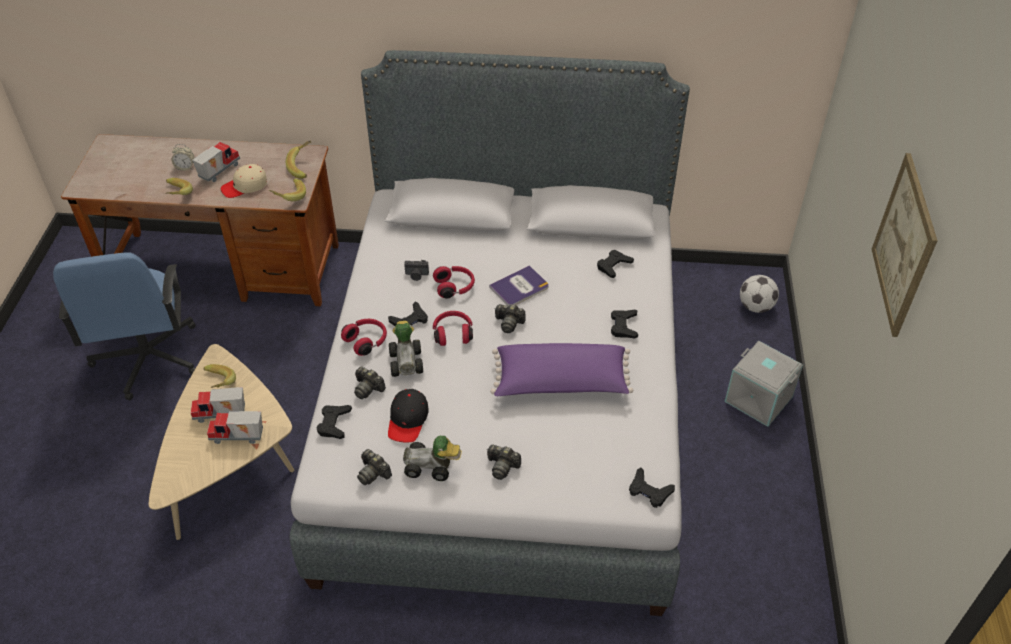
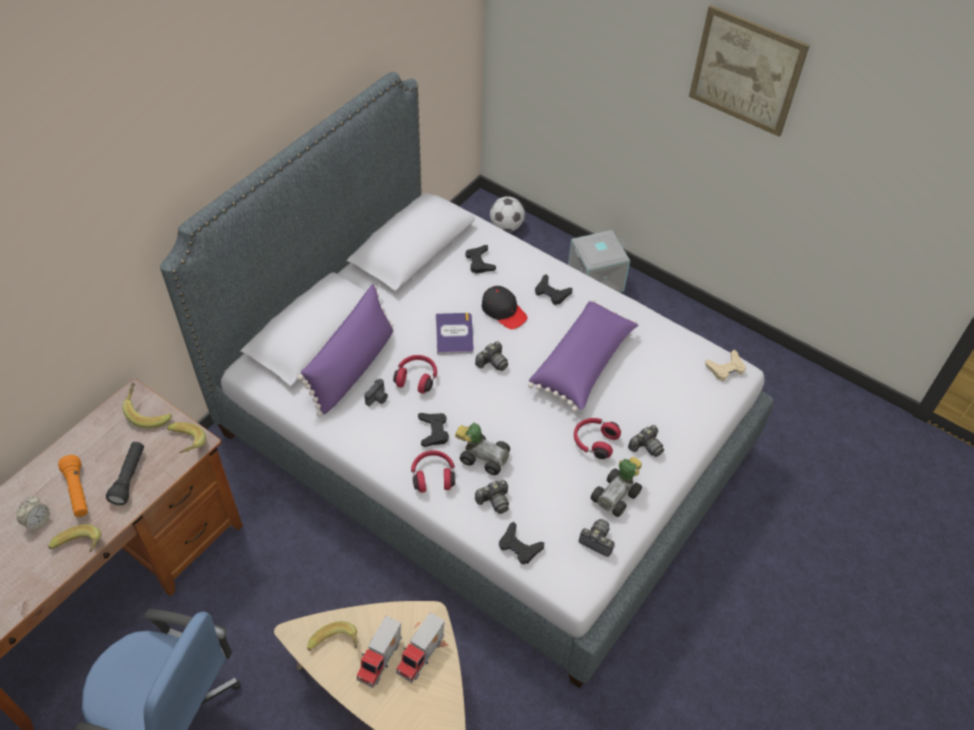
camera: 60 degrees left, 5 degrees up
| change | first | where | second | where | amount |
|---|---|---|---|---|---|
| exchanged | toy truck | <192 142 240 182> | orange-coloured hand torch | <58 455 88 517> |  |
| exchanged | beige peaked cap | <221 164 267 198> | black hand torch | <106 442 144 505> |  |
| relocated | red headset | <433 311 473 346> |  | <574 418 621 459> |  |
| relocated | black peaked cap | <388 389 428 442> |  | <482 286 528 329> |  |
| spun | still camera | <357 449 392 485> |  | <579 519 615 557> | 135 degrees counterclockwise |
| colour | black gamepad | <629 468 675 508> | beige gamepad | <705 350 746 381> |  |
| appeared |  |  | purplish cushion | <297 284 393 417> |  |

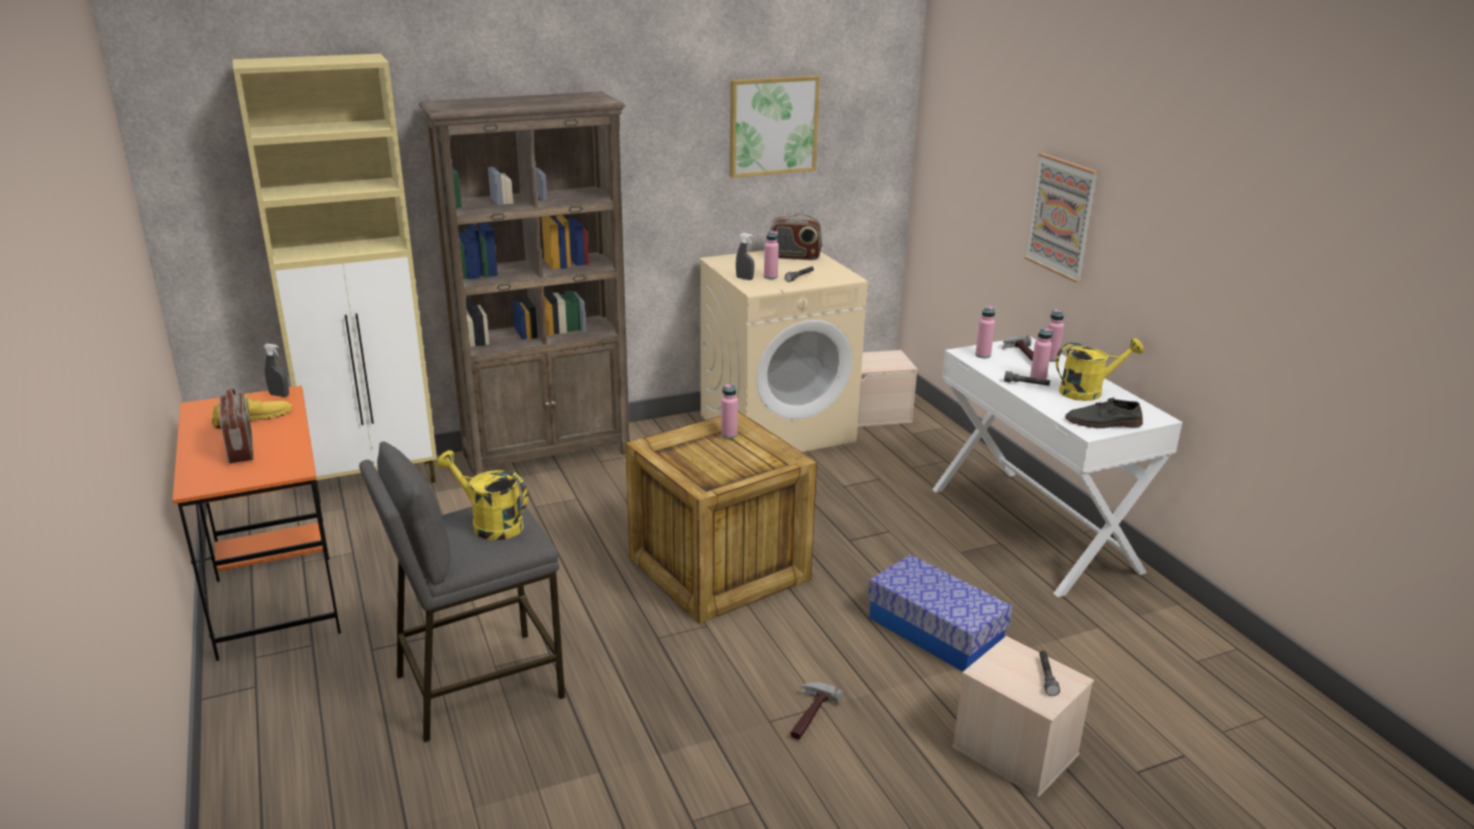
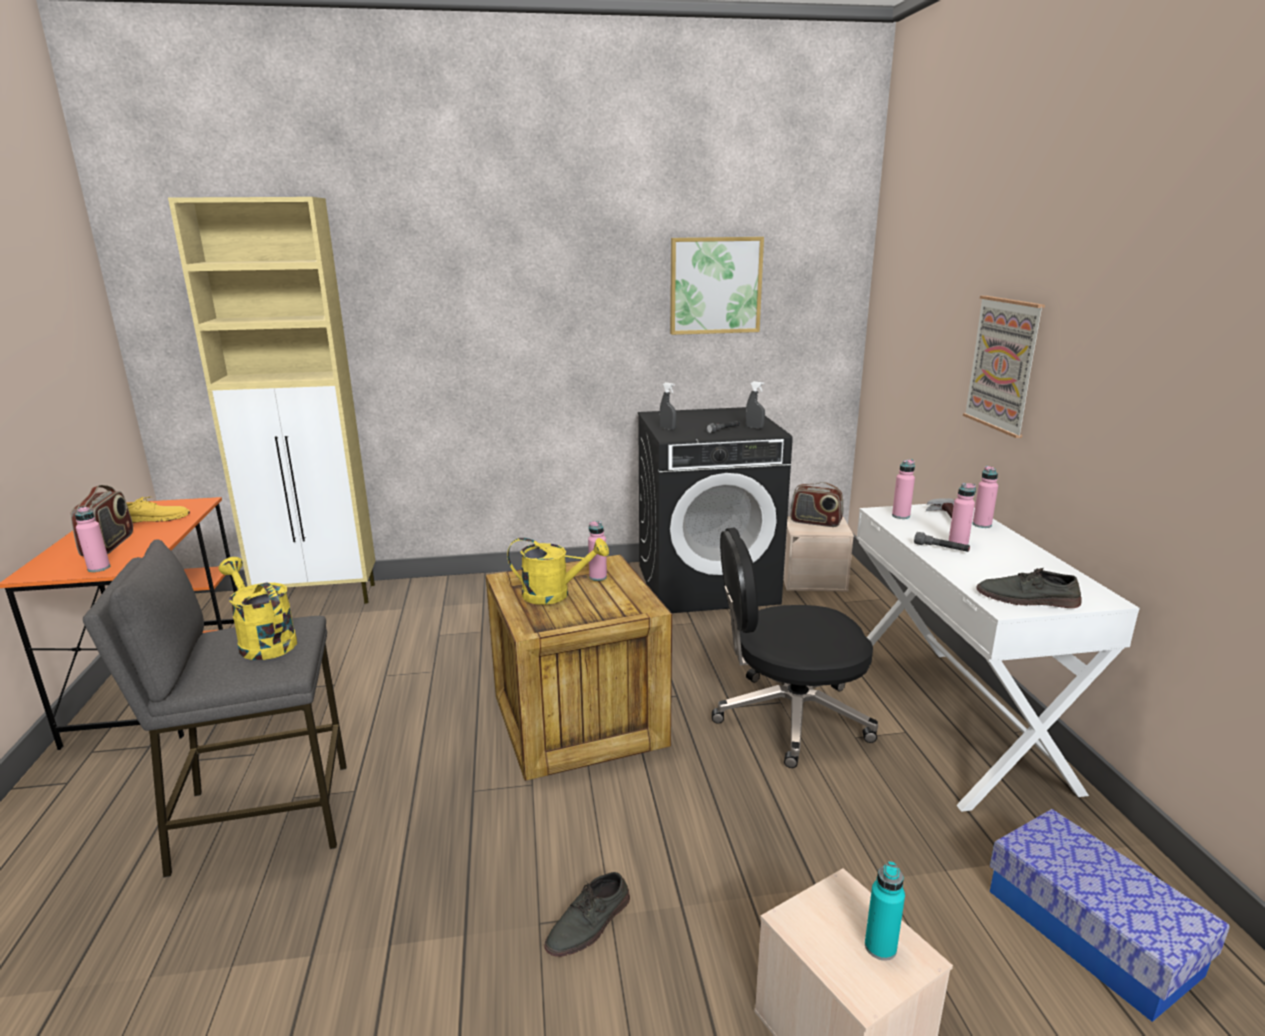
camera: 15 degrees right, 5 degrees down
| change | first | where | second | where | amount |
|---|---|---|---|---|---|
| missing | brown-coloured bookshelf | <419 91 630 477> |  |  |  |
| relocated | radio set | <771 214 822 260> |  | <790 482 843 527> |  |
| relocated | pinkish beverage bottle | <764 231 779 279> |  | <75 506 110 572> |  |
| colour | beige washing machine | <699 250 867 452> | black washing machine | <638 407 793 613> |  |
| relocated | yellow-coloured sprinkling can | <1056 338 1144 401> |  | <507 538 609 605> |  |
| relocated | grey sprayer | <263 344 289 397> |  | <746 381 765 429> |  |
| relocated | storage bin | <868 554 1012 672> |  | <990 809 1230 1022> |  |
| exchanged | grey hand torch | <1039 651 1060 696> | turquoise beverage bottle | <865 861 905 961> |  |
| exchanged | hammer | <791 682 843 740> | grey shoe | <545 872 630 957> |  |
| appeared |  |  | black computer chair | <712 528 878 768> |  |

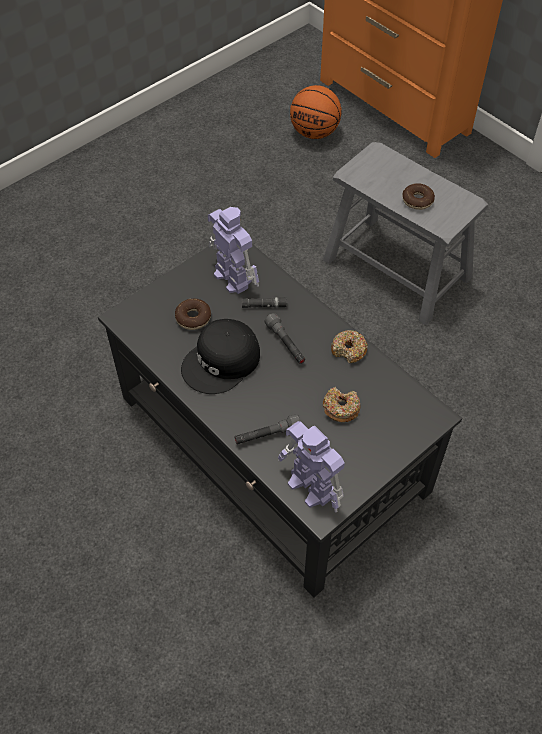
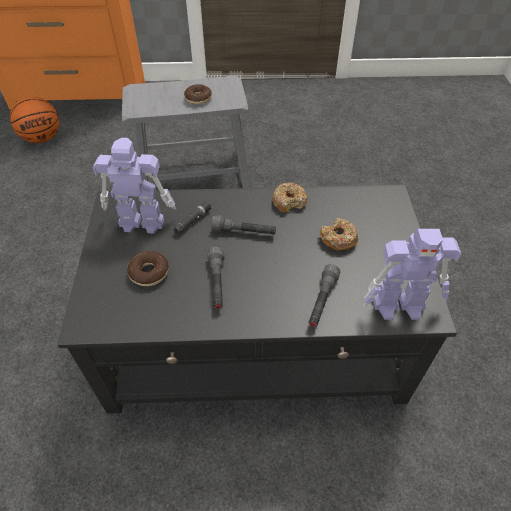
camera: 50 degrees left, 5 degrees down
| change | first | where | second | where | amount |
|---|---|---|---|---|---|
| exchanged | black peaked cap | <181 319 260 394> | grey hand torch | <208 247 224 309> |  |

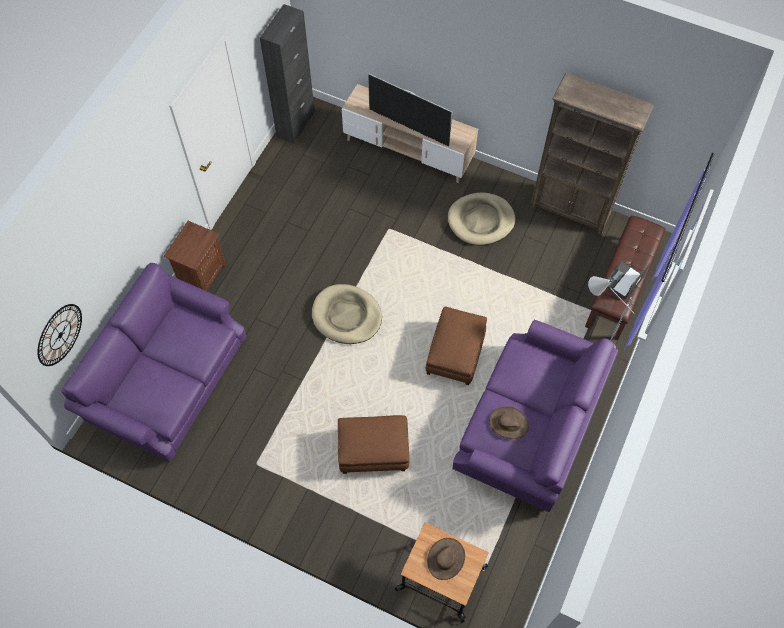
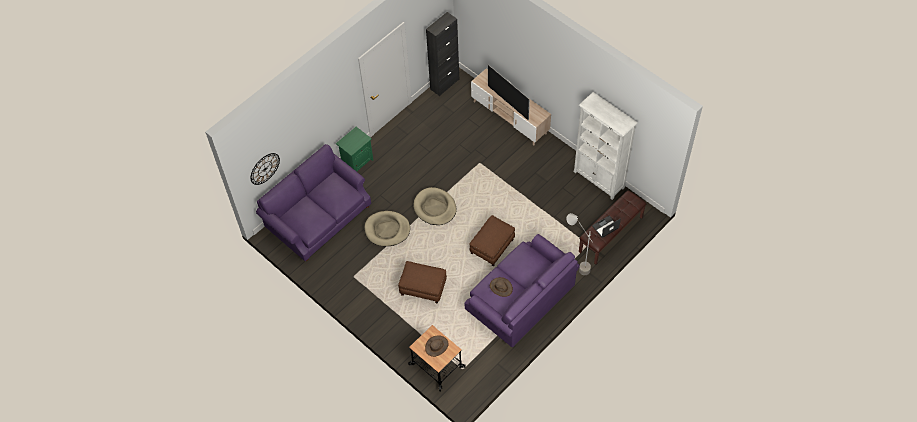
camera: 20 degrees right, 5 degrees down
| change | first | where | second | where | amount |
|---|---|---|---|---|---|
| colour | brown-coloured bookshelf | <530 73 654 235> | whitish bookshelf | <574 92 638 200> |  |
| relocated | beige dog bed | <448 193 515 245> |  | <365 211 410 246> |  |
| colour | brown-coloured night table | <164 221 226 291> | greenish night table | <336 127 373 172> |  |

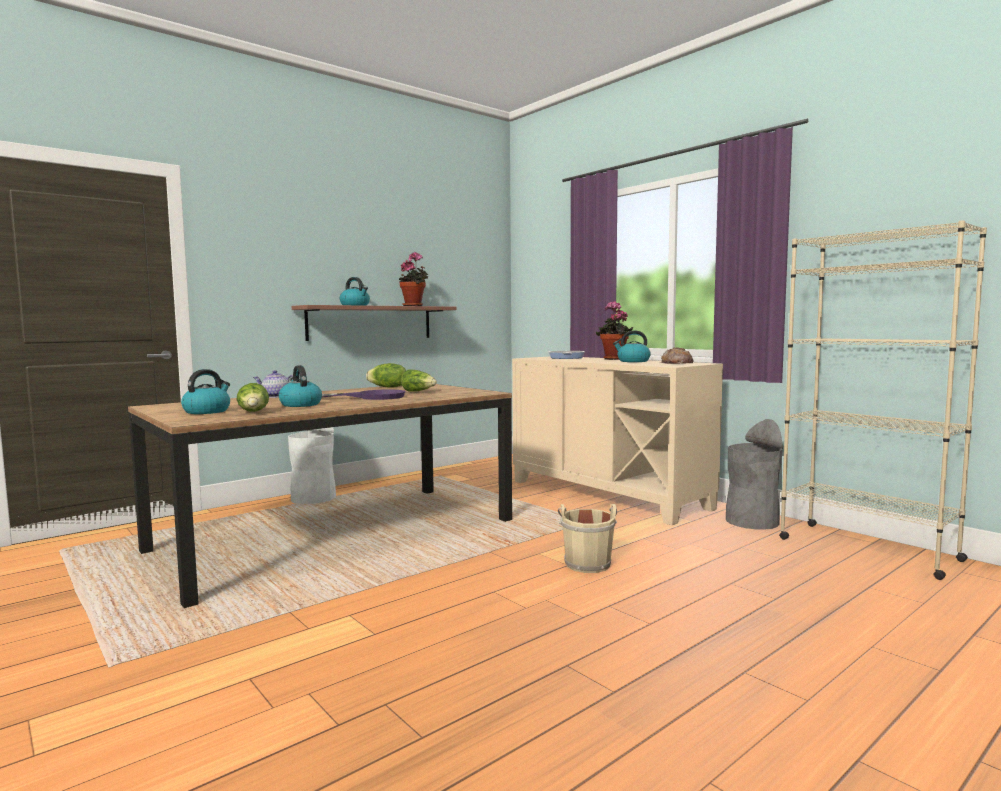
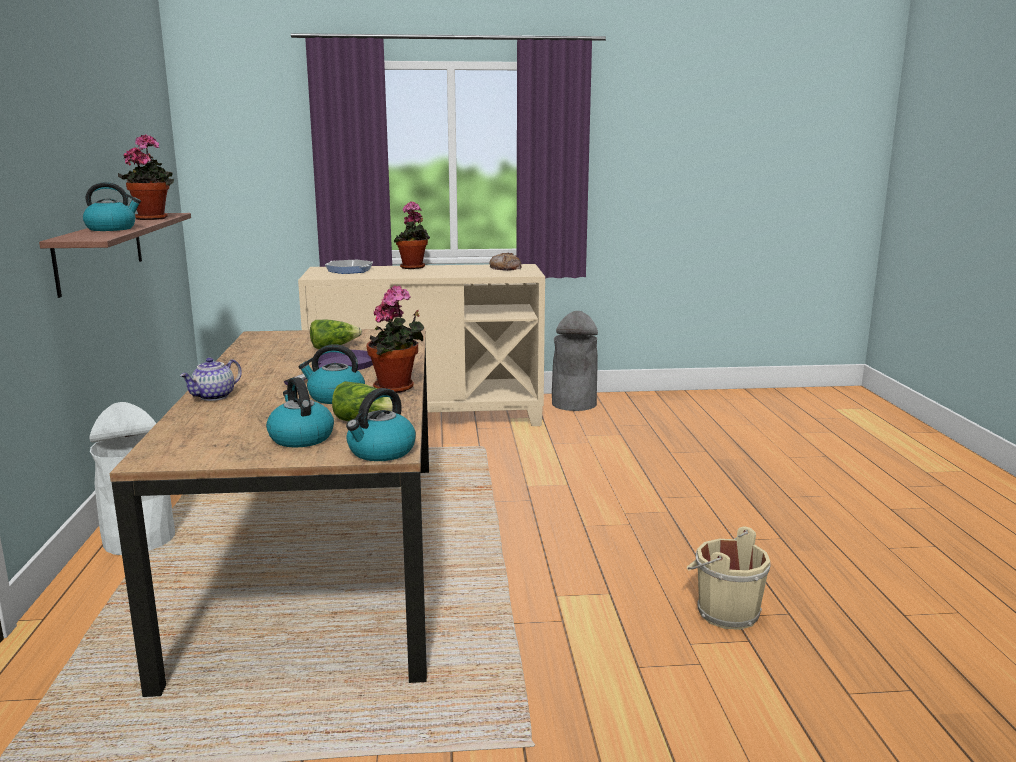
camera: 55 degrees left, 10 degrees up
| change | first | where | second | where | amount |
|---|---|---|---|---|---|
| missing | beige bookshelf | <779 220 987 580> |  |  |  |
| relocated | kettle | <613 331 651 362> |  | <346 388 416 461> |  |
| missing | lettuce | <366 363 406 388> |  |  |  |
| relocated | beige water bucket | <558 504 617 573> |  | <687 527 770 630> |  |
| appeared |  |  | potted plant | <366 286 425 393> |  |

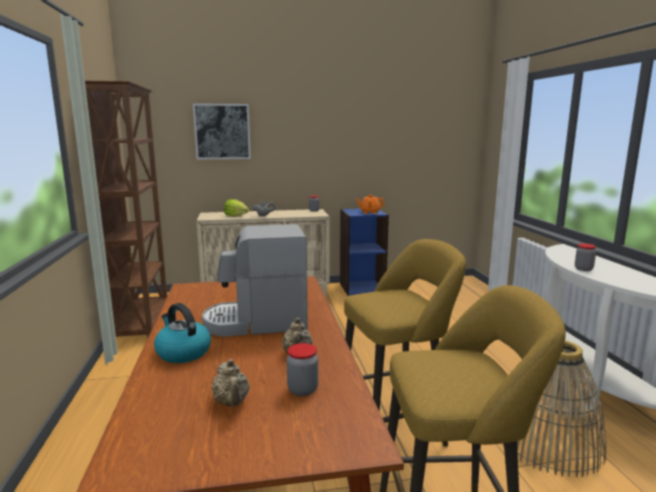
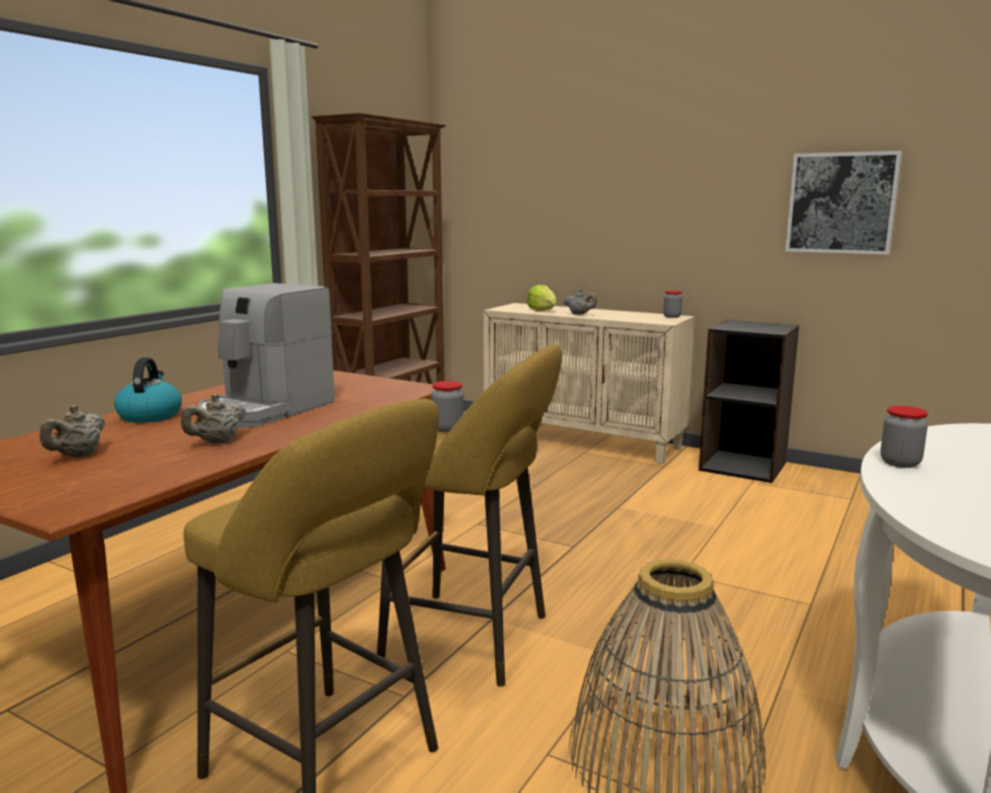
camera: 40 degrees right, 0 degrees up
| change | first | where | second | where | amount |
|---|---|---|---|---|---|
| relocated | wall art | <193 103 251 159> |  | <785 151 902 255> |  |
| missing | orange-coloured teapot | <356 195 385 214> |  |  |  |
| colour | bluish bookshelf | <340 209 389 296> | black bookshelf | <699 319 799 483> |  |
| spun | coffee machine | <202 224 308 337> |  | <198 283 335 428> | 90 degrees counterclockwise |
| relocated | preserve jar | <287 343 318 396> |  | <431 381 464 432> |  |

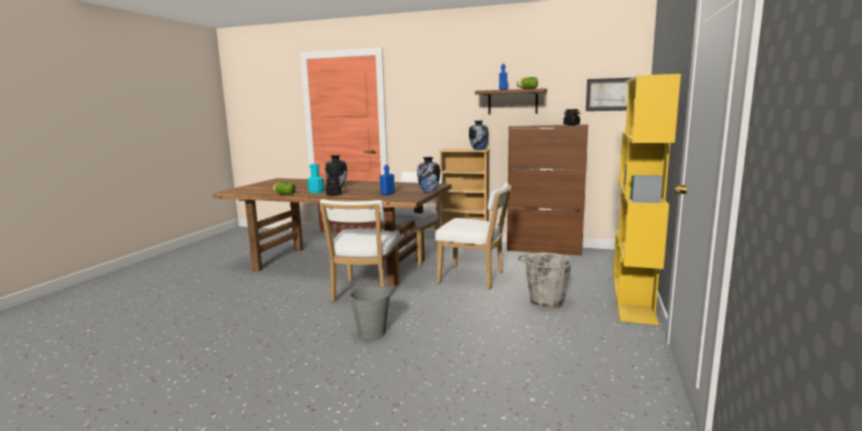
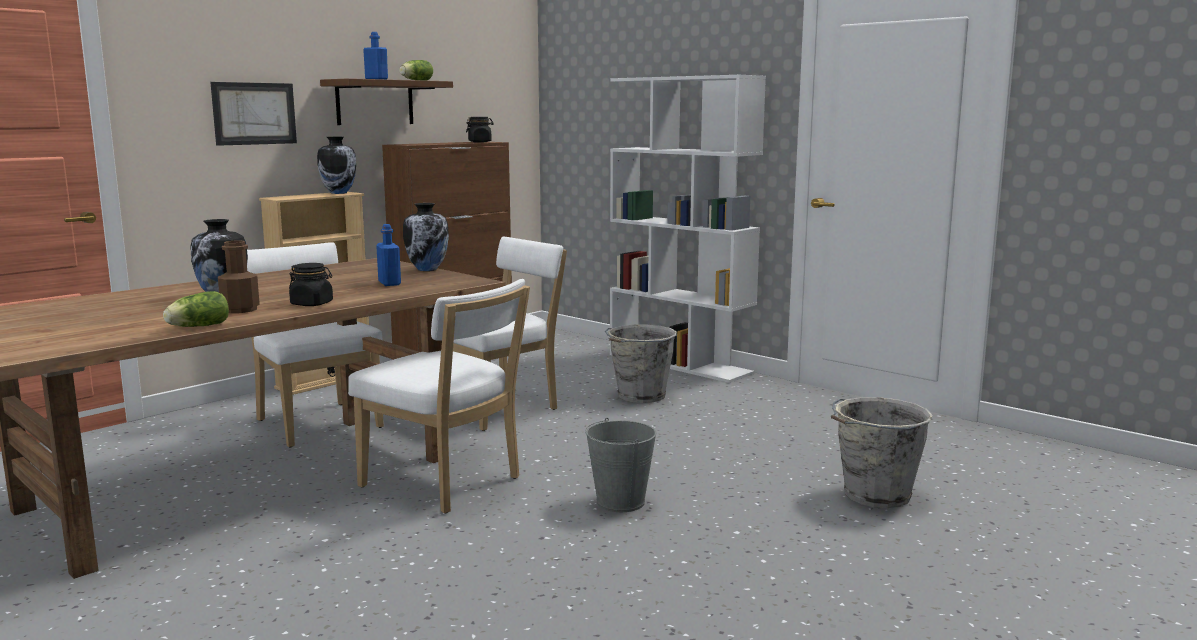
camera: 65 degrees left, 0 degrees up
| change | first | where | second | where | amount |
|---|---|---|---|---|---|
| colour | yellow-coloured bookshelf | <613 74 681 325> | whitish bookshelf | <610 75 766 383> |  |
| relocated | wall art | <586 78 631 111> |  | <210 82 297 146> |  |
| colour | turquoise beverage bottle | <307 164 324 193> | brown-coloured beverage bottle | <218 241 260 313> |  |
| appeared |  |  | grey water bucket | <831 397 933 508> |  |

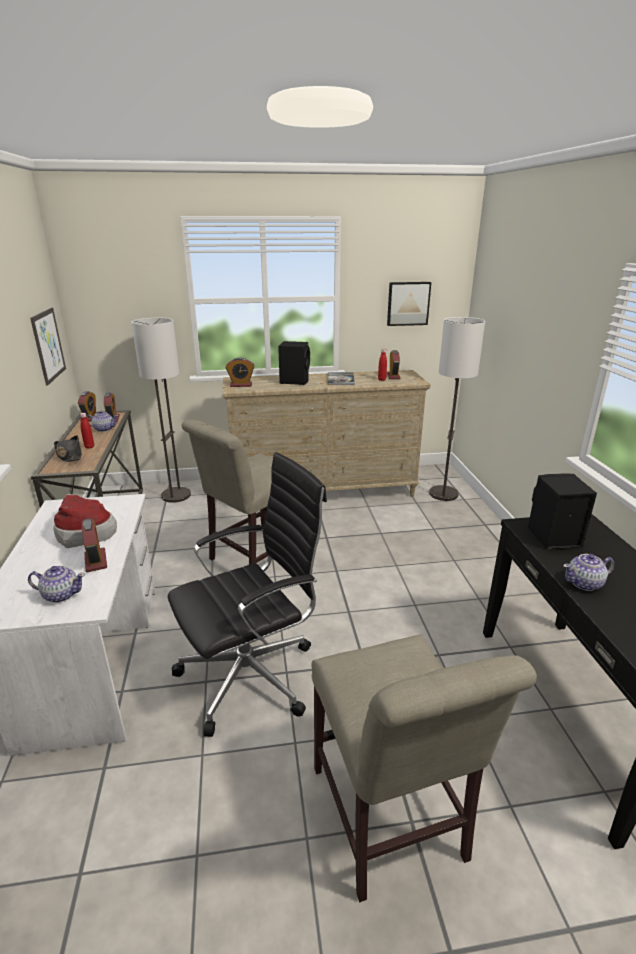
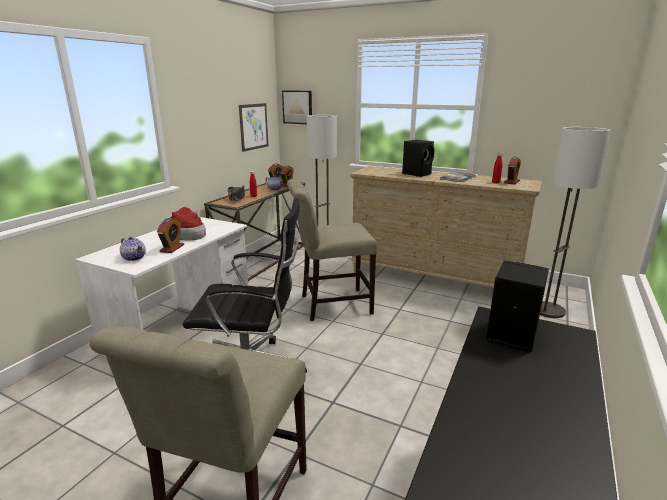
camera: 35 degrees right, 5 degrees down
| change | first | where | second | where | amount |
|---|---|---|---|---|---|
| relocated | wall art | <387 282 431 326> |  | <282 90 312 124> |  |
| missing | alarm clock | <226 357 254 387> |  |  |  |
| missing | teapot | <563 554 614 591> |  |  |  |

